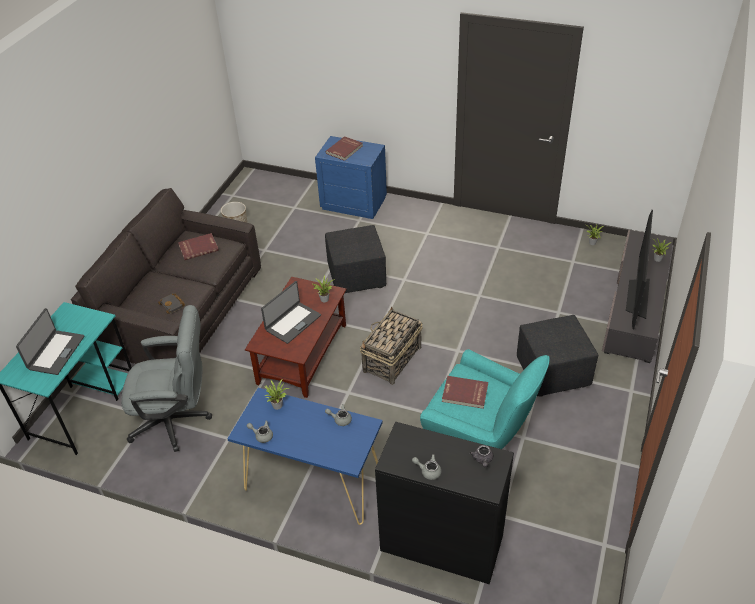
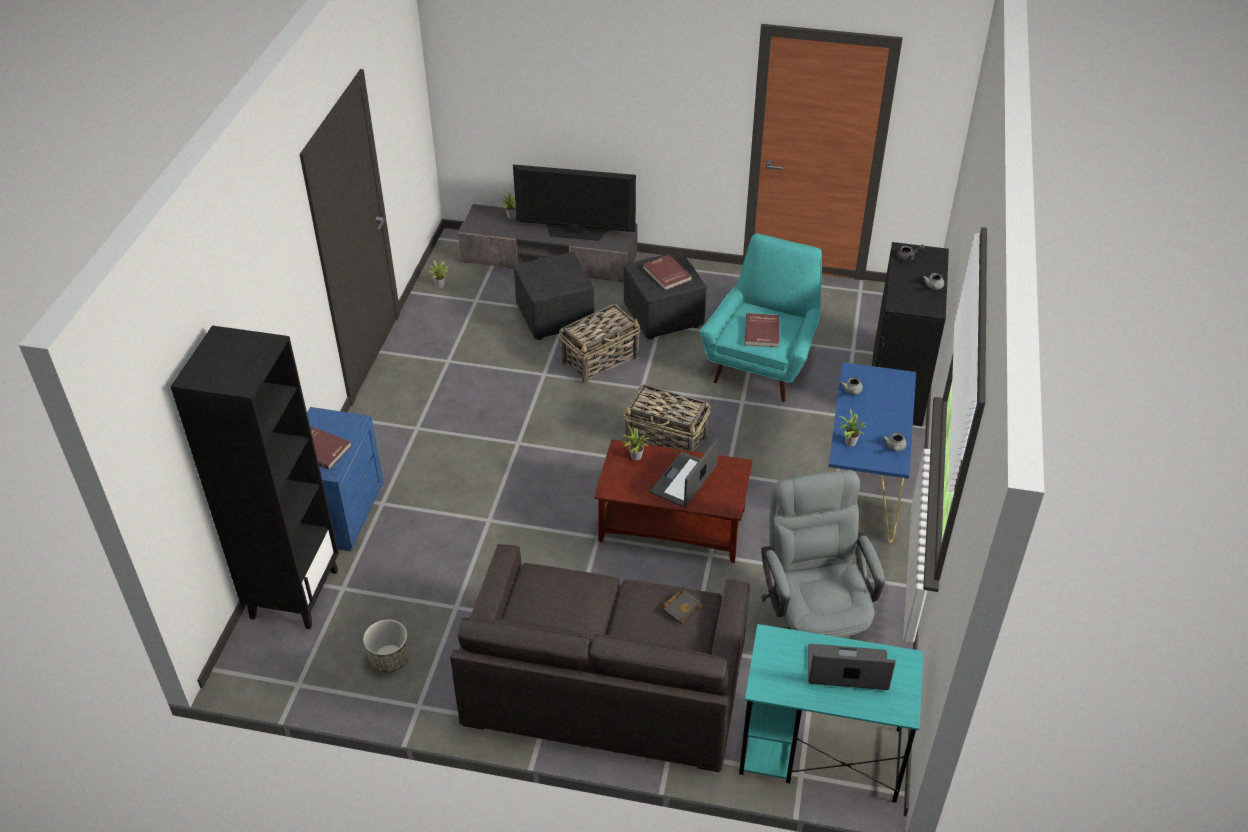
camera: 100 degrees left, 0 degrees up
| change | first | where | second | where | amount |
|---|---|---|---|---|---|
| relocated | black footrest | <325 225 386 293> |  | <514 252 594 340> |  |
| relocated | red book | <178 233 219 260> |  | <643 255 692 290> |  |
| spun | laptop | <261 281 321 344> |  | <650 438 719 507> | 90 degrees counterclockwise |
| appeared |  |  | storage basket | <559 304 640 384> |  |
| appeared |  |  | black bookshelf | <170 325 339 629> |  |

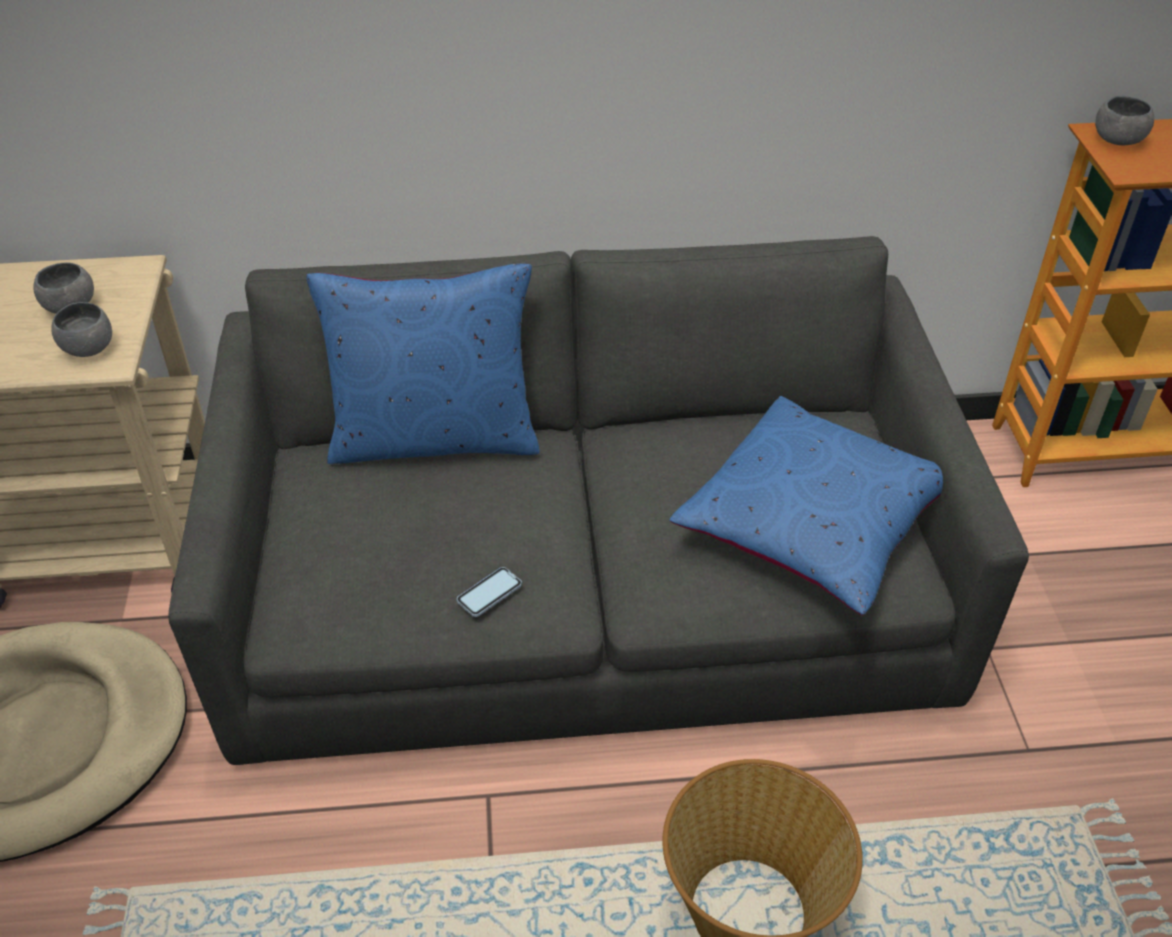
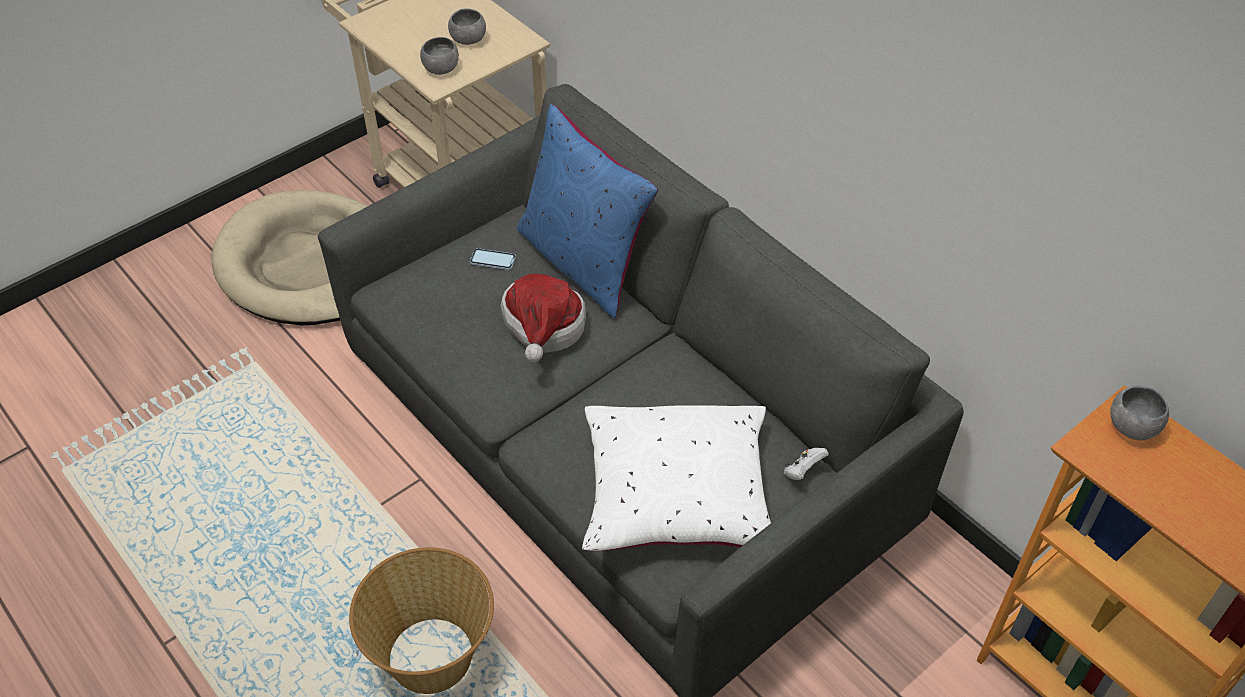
camera: 55 degrees right, 5 degrees up
| change | first | where | second | where | amount |
|---|---|---|---|---|---|
| colour | bluish cushion | <669 396 943 615> | whitish cushion | <582 406 771 551> |  |
| relocated | telephone | <457 567 522 617> |  | <470 248 516 270> |  |
| appeared |  |  | wearable hat | <501 274 586 362> |  |
| appeared |  |  | whitish gamepad | <784 448 829 480> |  |

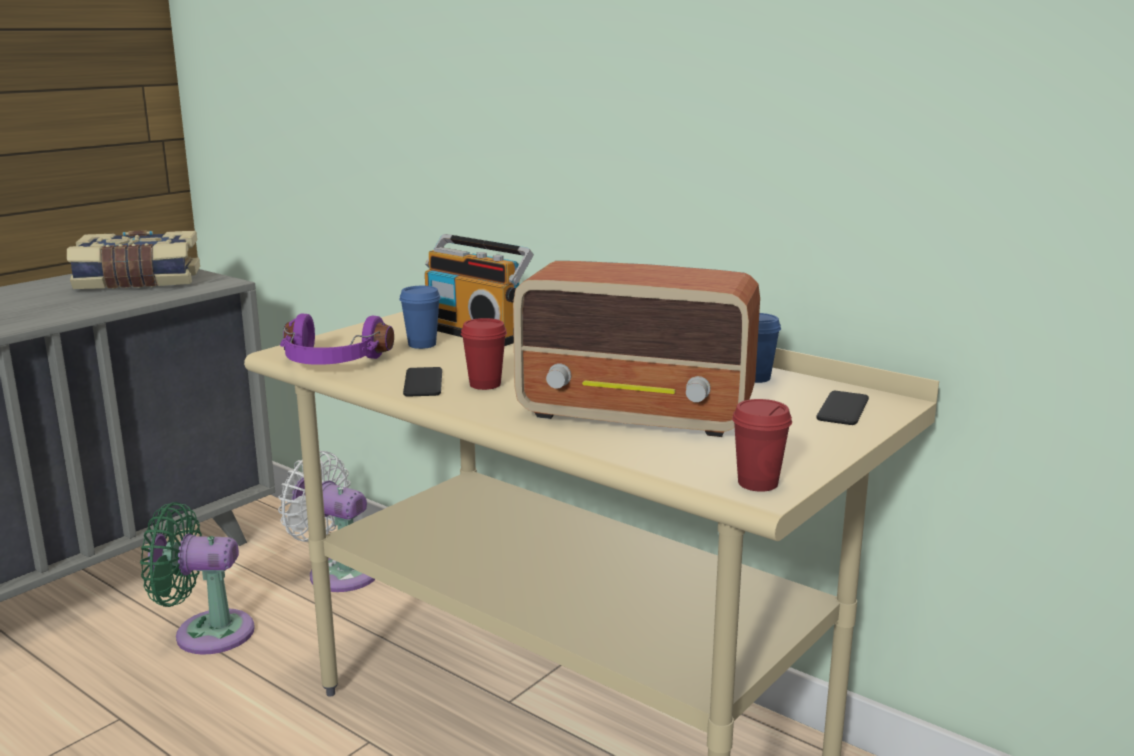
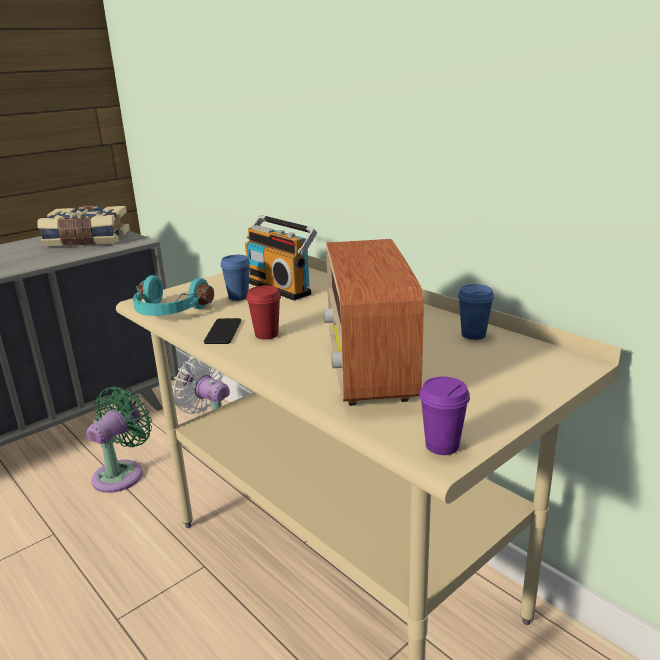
camera: 10 degrees right, 5 degrees up
| change | first | where | second | where | amount |
|---|---|---|---|---|---|
| spun | radio set | <513 261 760 437> |  | <323 239 424 406> | 60 degrees clockwise |
| colour | purplish headset | <280 313 394 365> | turquoise headset | <132 275 214 316> |  |
| missing | telephone | <816 391 869 425> |  |  |  |
| colour | red cup | <732 399 792 492> | purplish cup | <419 377 470 455> |  |
| spun | greenish cooling fan | <140 502 255 655> |  | <86 386 152 493> | 105 degrees clockwise |

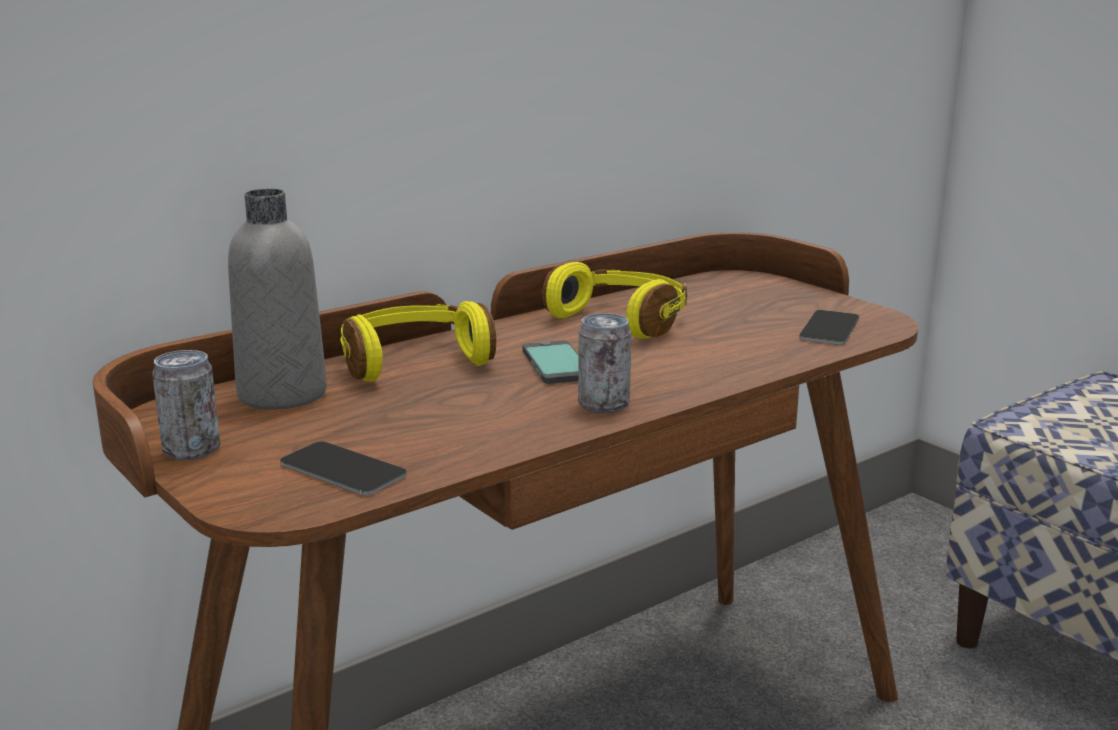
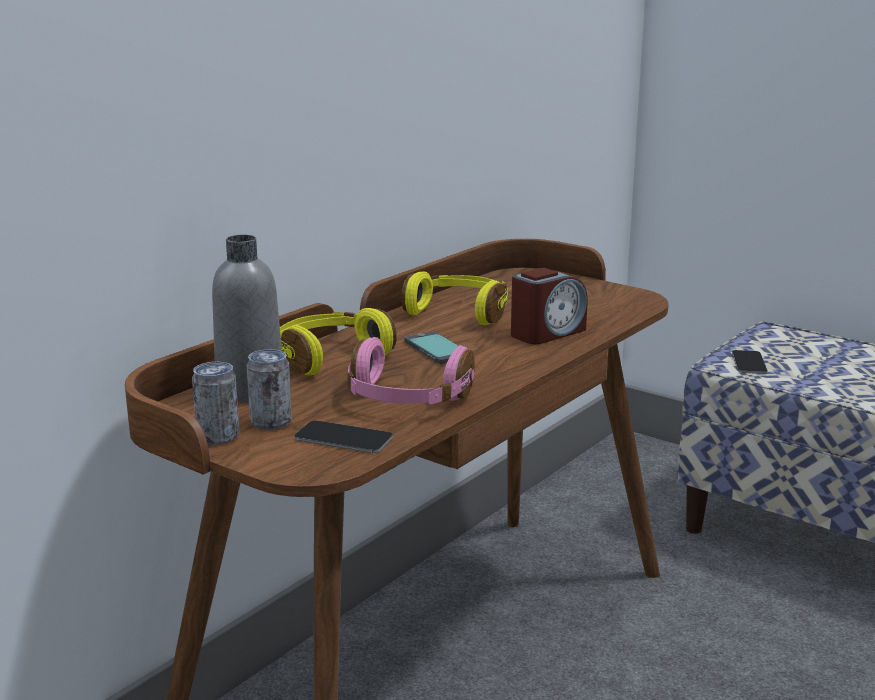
camera: 15 degrees left, 0 degrees up
| change | first | where | second | where | amount |
|---|---|---|---|---|---|
| relocated | telephone | <799 310 859 345> |  | <732 350 768 374> |  |
| relocated | metal can | <578 313 631 413> |  | <247 349 292 430> |  |
| appeared |  |  | alarm clock | <511 268 588 344> |  |
| appeared |  |  | pinkish headset | <348 337 474 404> |  |

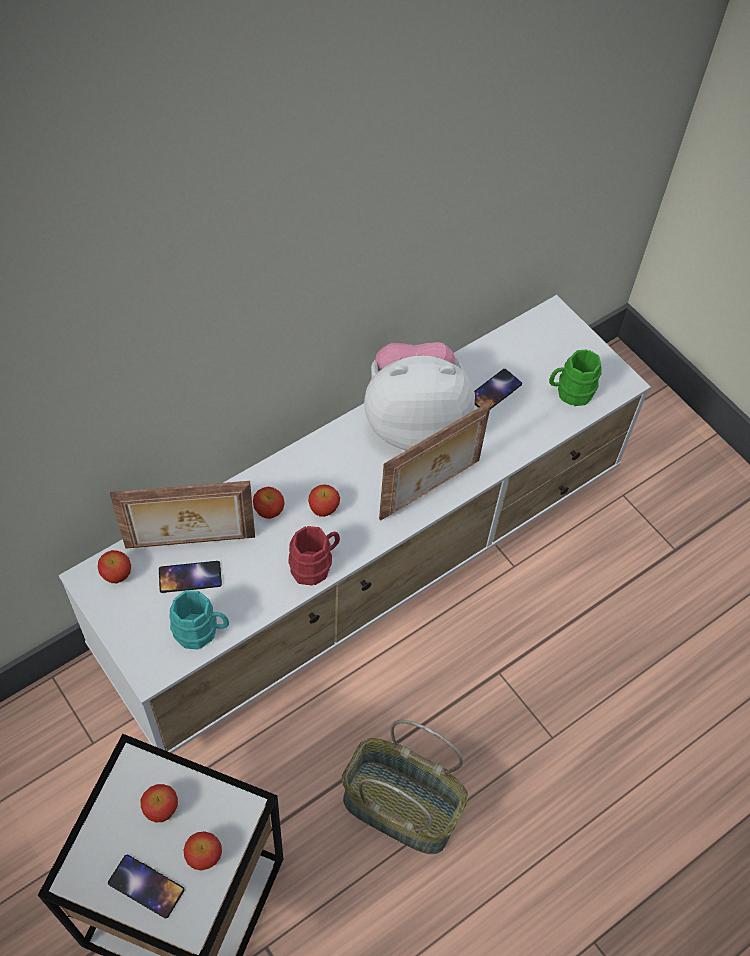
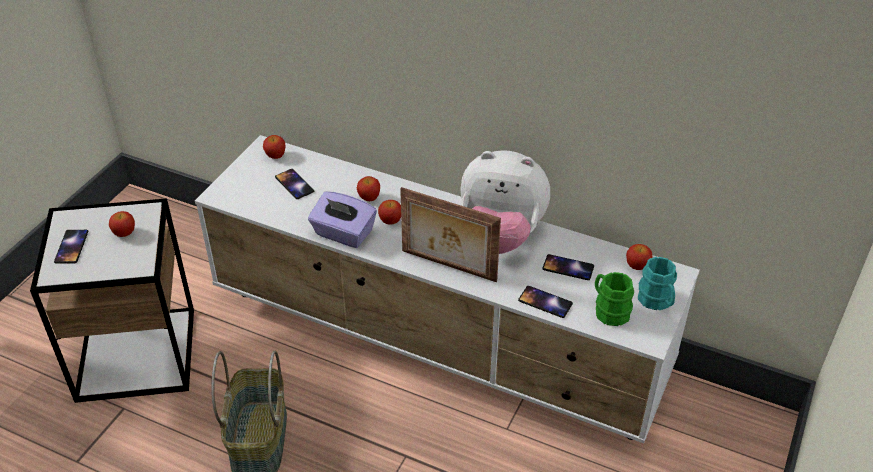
camera: 65 degrees right, 15 degrees down
| change | first | where | second | where | amount |
|---|---|---|---|---|---|
| spun | soft toy | <364 342 475 450> |  | <460 150 550 254> | 135 degrees clockwise |
| missing | photo frame | <110 481 255 549> |  |  |  |
| exchanged | red tea mug | <288 526 340 585> | purplish box of tissues | <308 192 377 248> |  |
| relocated | turquoise tea mug | <169 590 229 650> |  | <638 257 677 310> |  |
| relocated | apple | <184 831 222 870> |  | <626 244 652 270> |  |
| appeared |  |  | telephone | <518 286 573 318> |  |

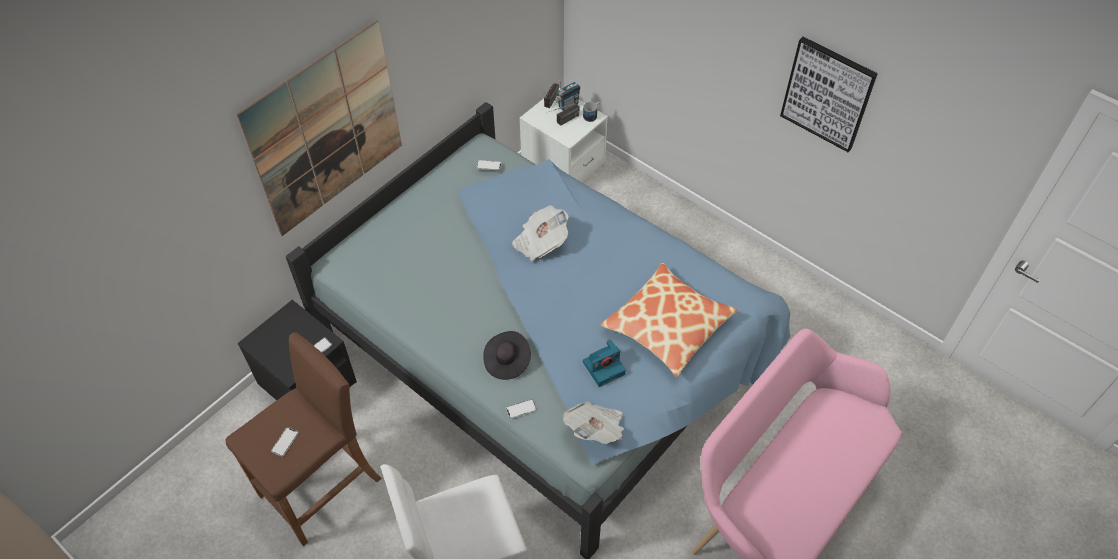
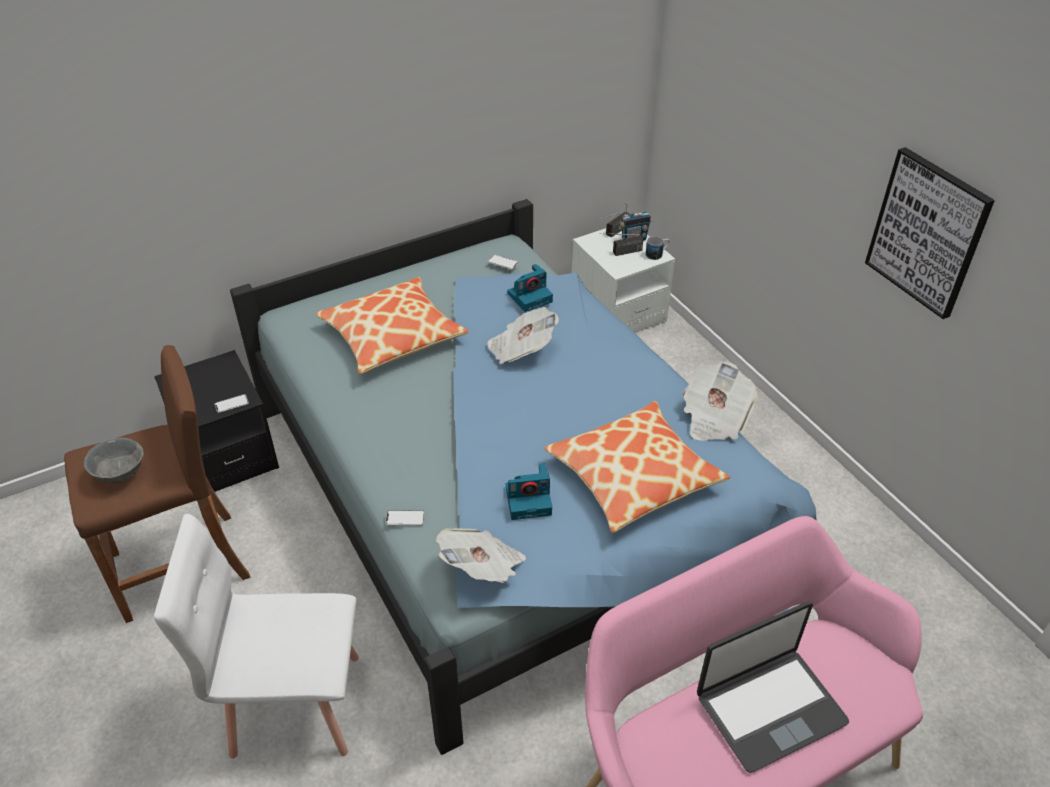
camera: 20 degrees right, 10 degrees down
| change | first | where | second | where | amount |
|---|---|---|---|---|---|
| missing | wall art | <237 20 402 236> |  |  |  |
| missing | black wearable hat | <483 331 531 380> |  |  |  |
| exchanged | telephone | <271 427 299 457> | grey serving bowl | <84 438 144 483> |  |
| appeared |  |  | still camera | <507 264 553 312> |  |
| appeared |  |  | cushion | <316 277 469 374> |  |
| appeared |  |  | newspaper | <683 362 758 441> |  |
| appeared |  |  | laptop | <697 602 849 773> |  |

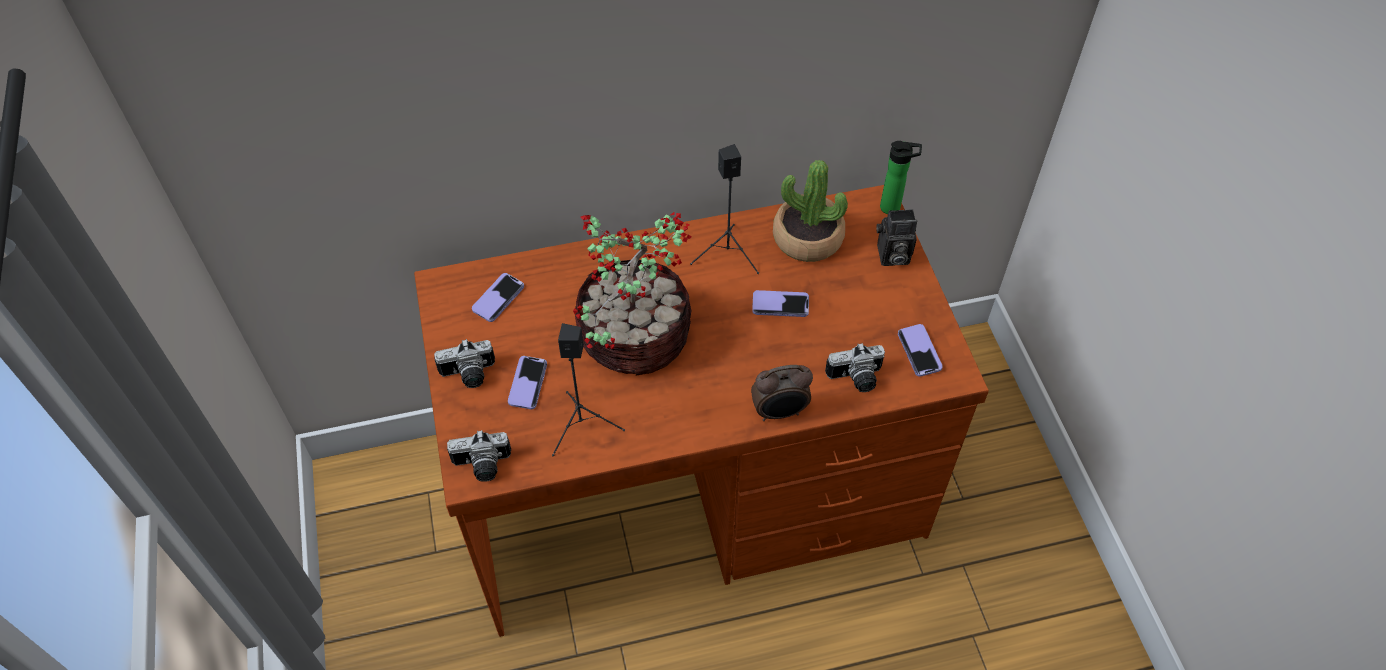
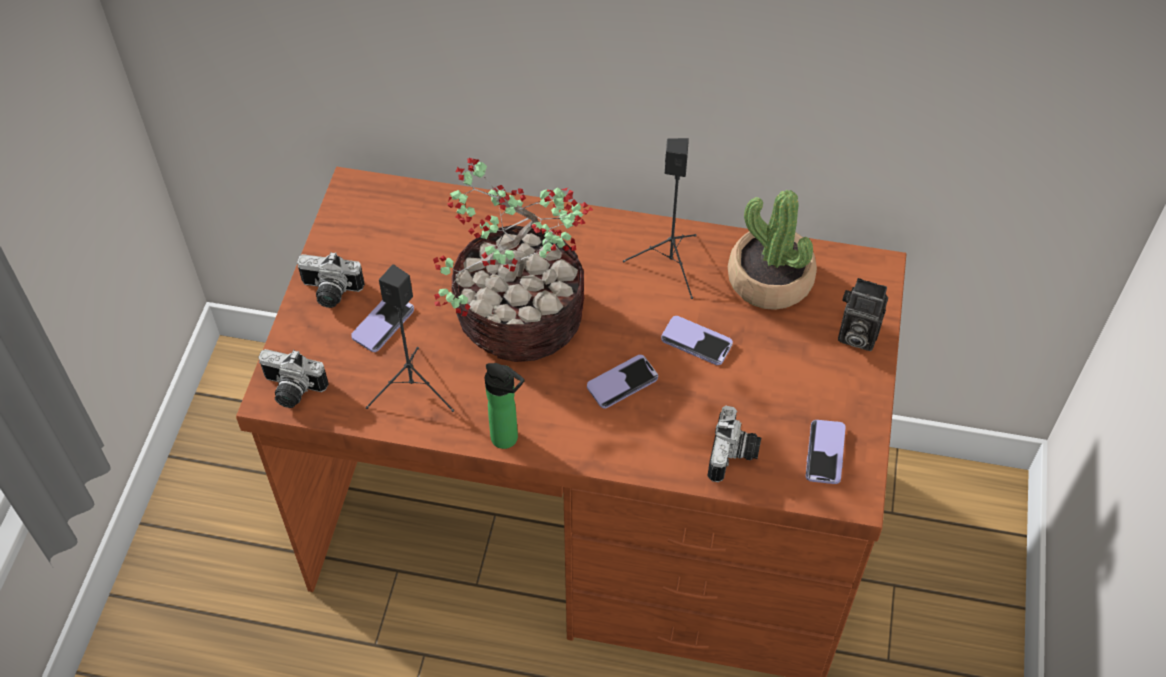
camera: 25 degrees right, 0 degrees up
| change | first | where | second | where | amount |
|---|---|---|---|---|---|
| relocated | beverage bottle | <880 141 922 214> |  | <485 363 525 449> |  |
| relocated | telephone | <472 273 524 322> |  | <587 355 658 408> |  |
| spun | still camera | <825 343 885 392> |  | <708 406 761 482> | 90 degrees counterclockwise |
| missing | alarm clock | <751 365 813 421> |  |  |  |

